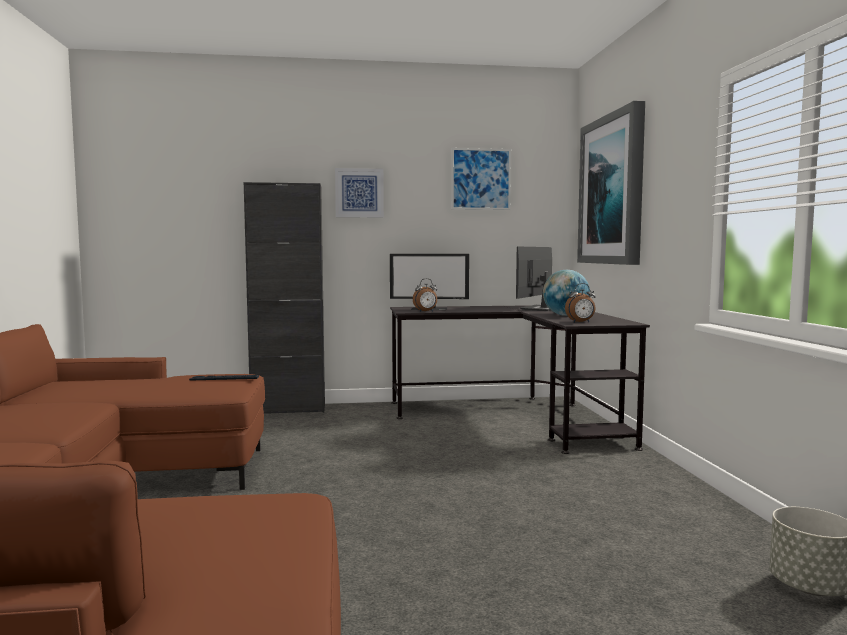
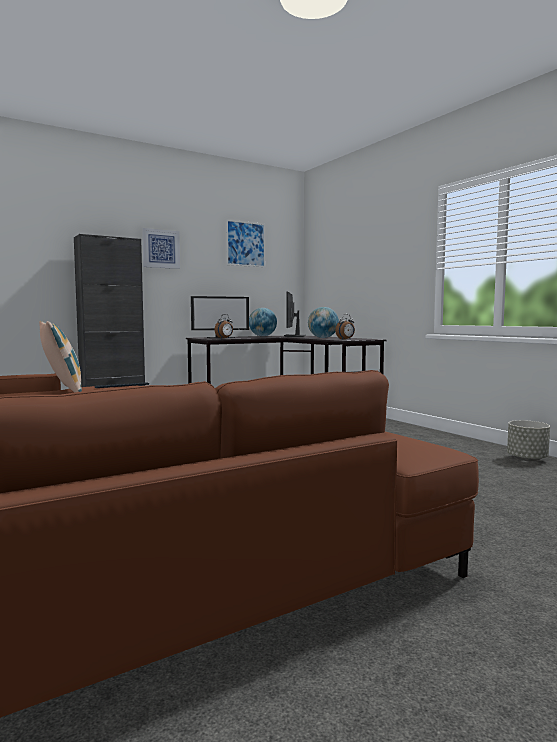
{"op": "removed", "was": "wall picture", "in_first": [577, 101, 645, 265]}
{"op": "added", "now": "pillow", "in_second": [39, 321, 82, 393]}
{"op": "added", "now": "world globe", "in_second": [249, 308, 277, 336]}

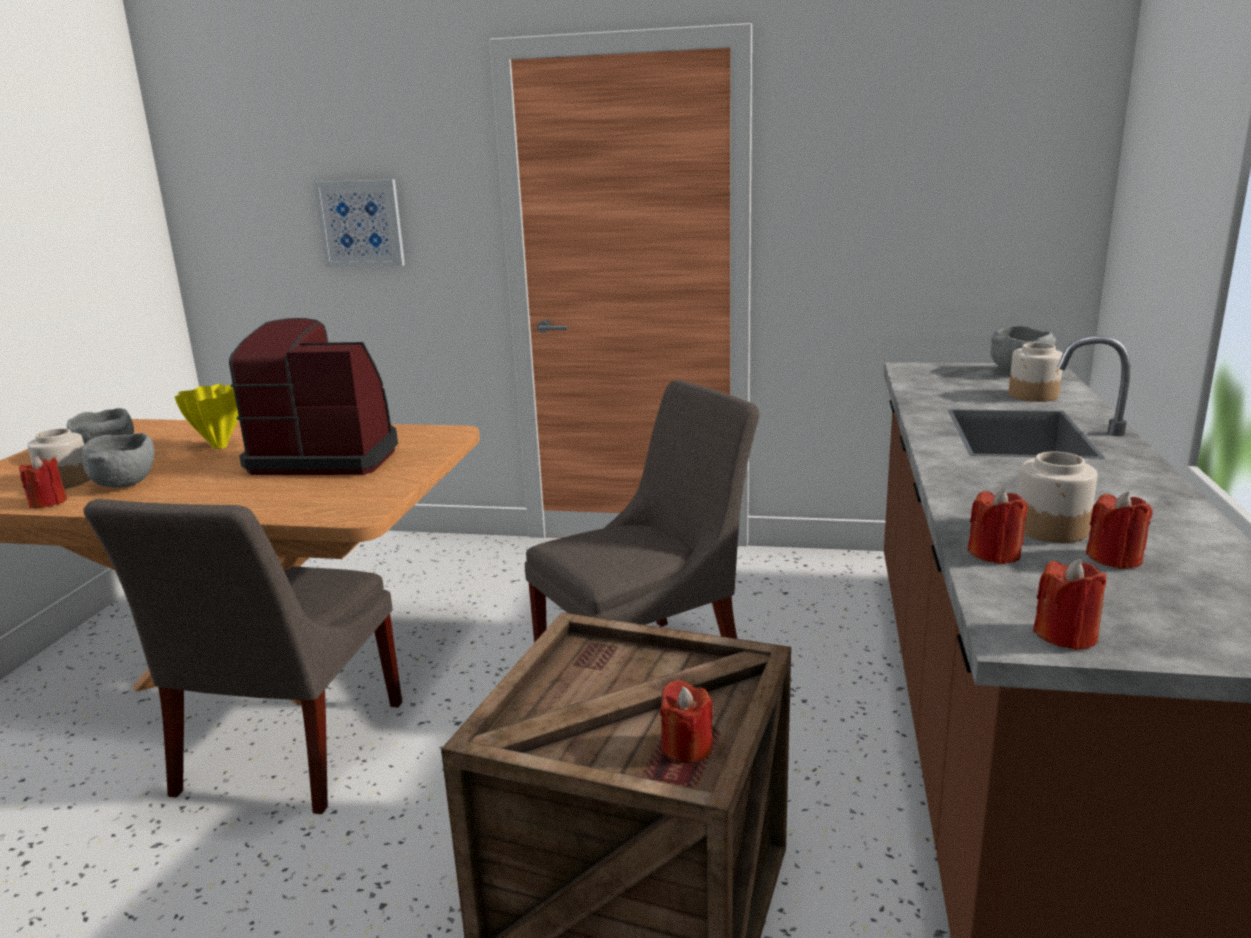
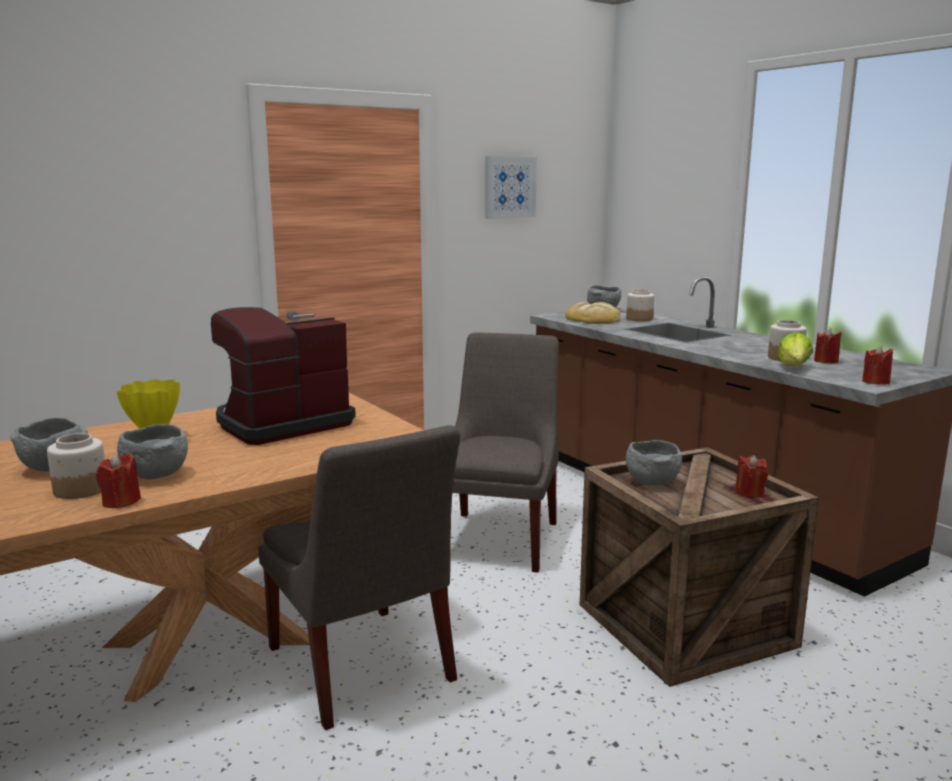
{"op": "added", "now": "bread", "in_second": [565, 302, 620, 324]}
{"op": "added", "now": "grey deep dish", "in_second": [626, 440, 682, 486]}
{"op": "moved", "was": "wall picture", "in_first": [314, 179, 405, 267], "in_second": [485, 156, 537, 219]}
{"op": "replaced", "was": "red-coloured wax light", "now": "lettuce head", "in_first": [967, 488, 1028, 564], "in_second": [777, 332, 813, 366]}

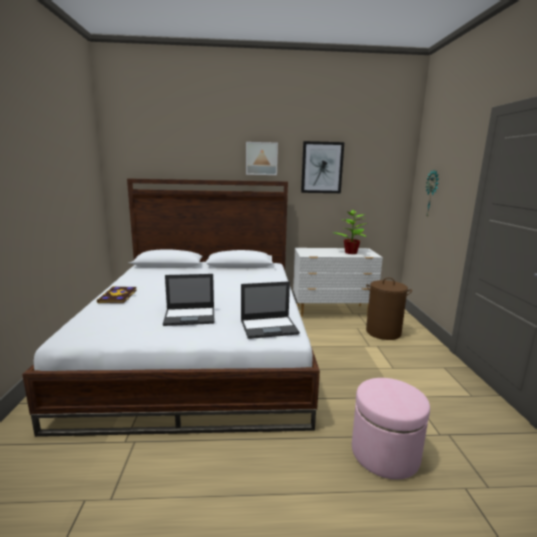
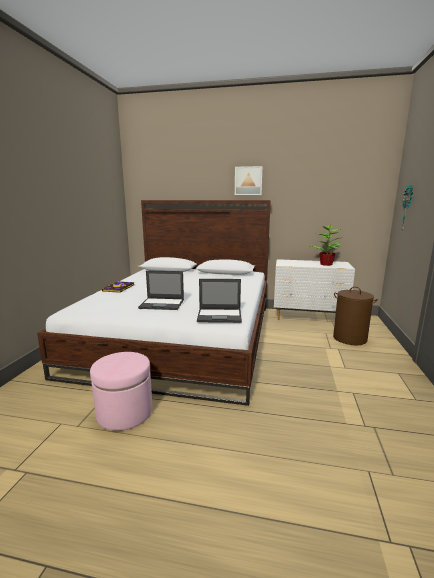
{"op": "removed", "was": "wall picture", "in_first": [301, 141, 344, 193]}
{"op": "moved", "was": "pink-coloured ottoman", "in_first": [352, 378, 430, 480], "in_second": [90, 352, 153, 431]}

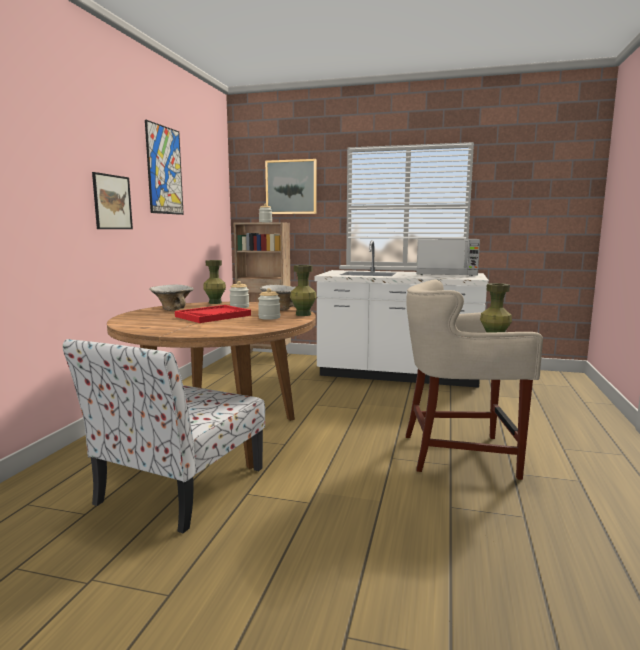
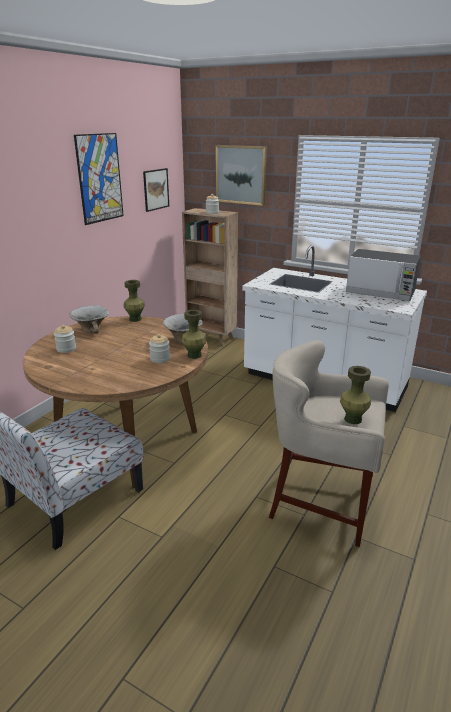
{"op": "removed", "was": "red-coloured serving tray", "in_first": [175, 305, 251, 323]}
{"op": "moved", "was": "wall picture", "in_first": [92, 172, 133, 229], "in_second": [143, 168, 169, 212]}
{"op": "moved", "was": "storage jar", "in_first": [229, 281, 249, 308], "in_second": [54, 325, 76, 353]}

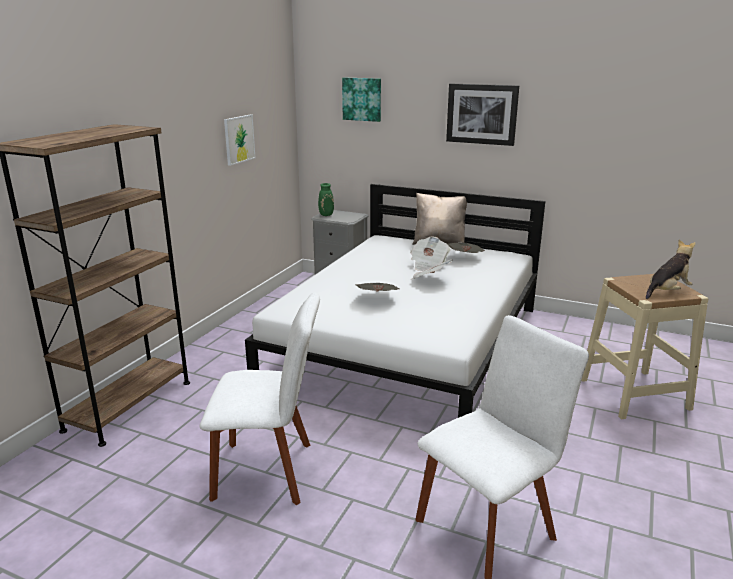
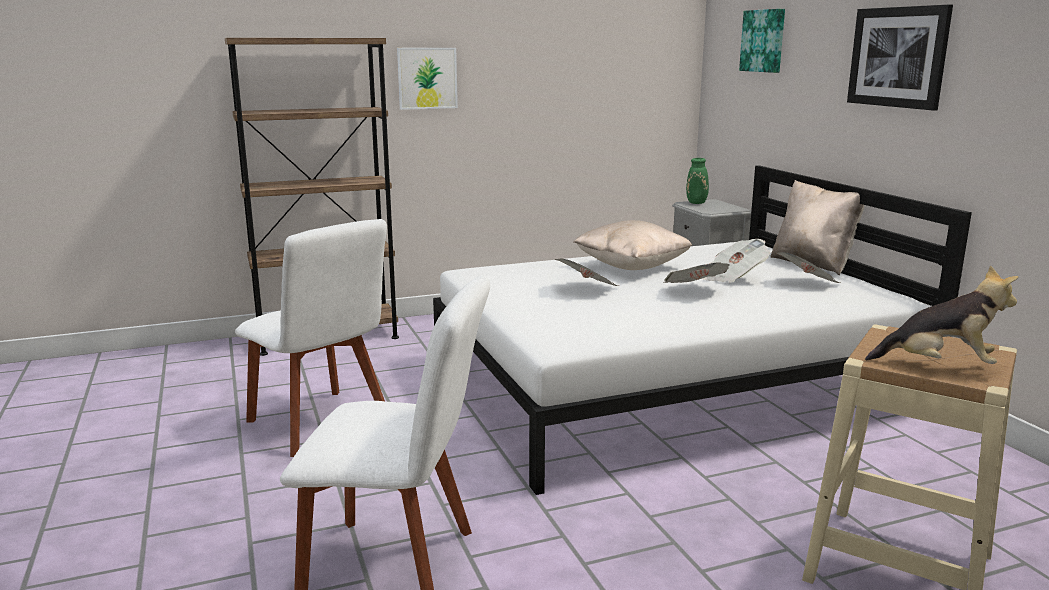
{"op": "added", "now": "beige pillow", "in_second": [573, 220, 692, 270]}
{"op": "moved", "was": "wall picture", "in_first": [224, 114, 255, 166], "in_second": [397, 48, 458, 110]}

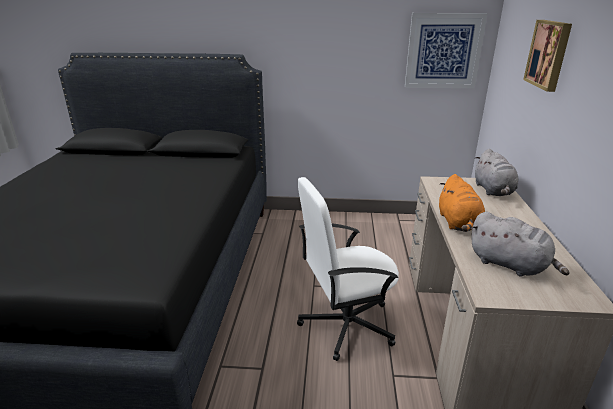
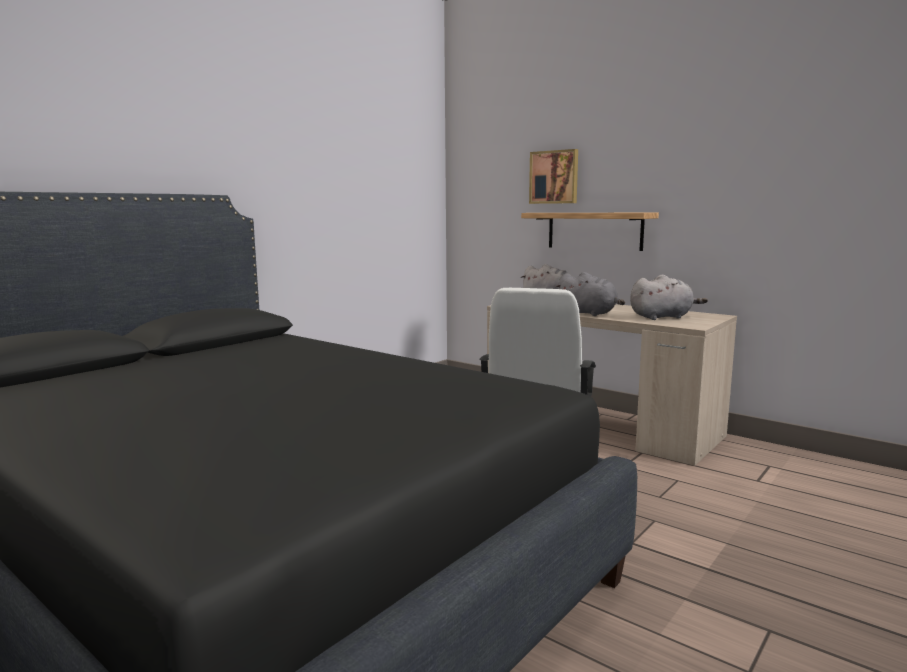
{"op": "removed", "was": "wall picture", "in_first": [405, 13, 488, 88]}
{"op": "added", "now": "wall shelf", "in_second": [521, 213, 659, 251]}
{"op": "recoloured", "was": "orange soft toy", "now": "grey soft toy", "in_first": [439, 174, 485, 232], "in_second": [555, 272, 625, 316]}

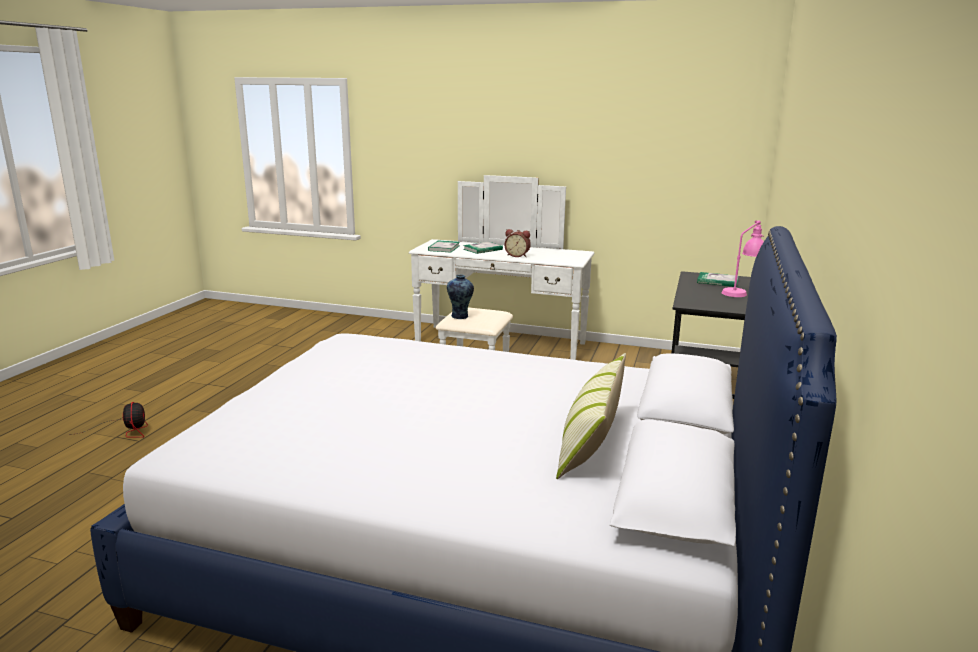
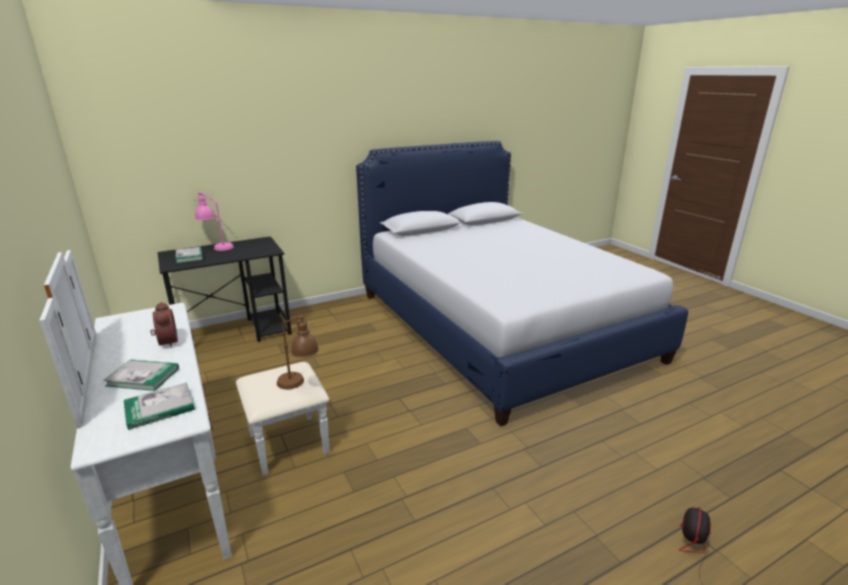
{"op": "removed", "was": "pillow", "in_first": [556, 353, 626, 479]}
{"op": "replaced", "was": "decorative vase", "now": "brownish lamp for a table", "in_first": [447, 274, 474, 319], "in_second": [277, 315, 319, 389]}

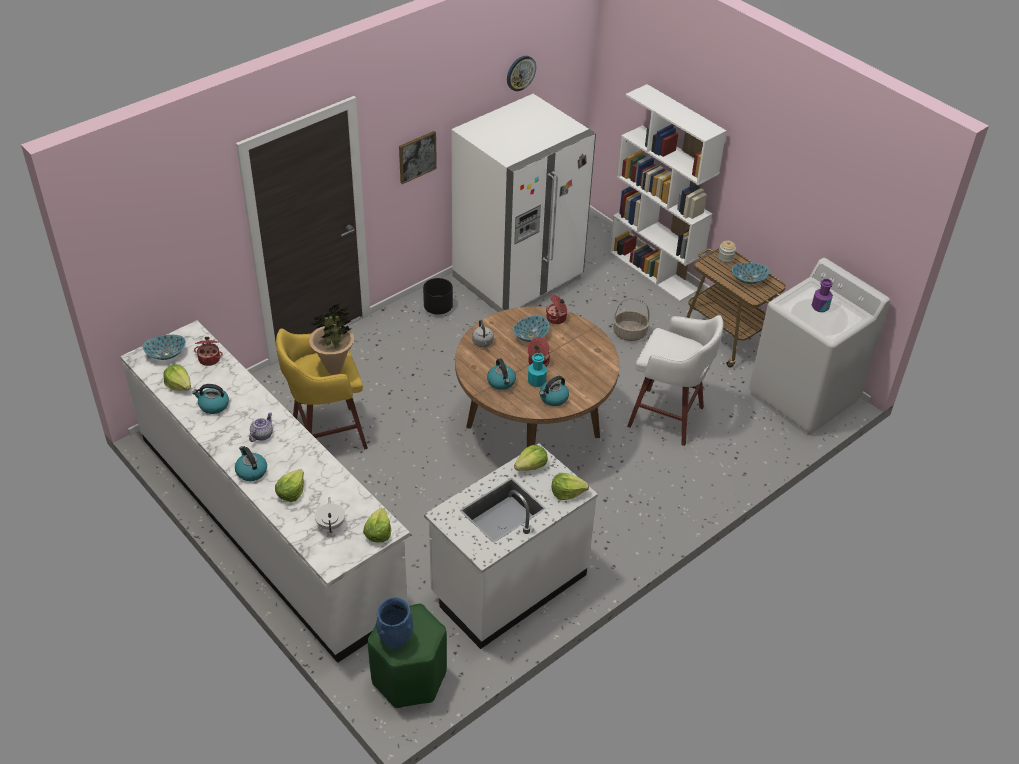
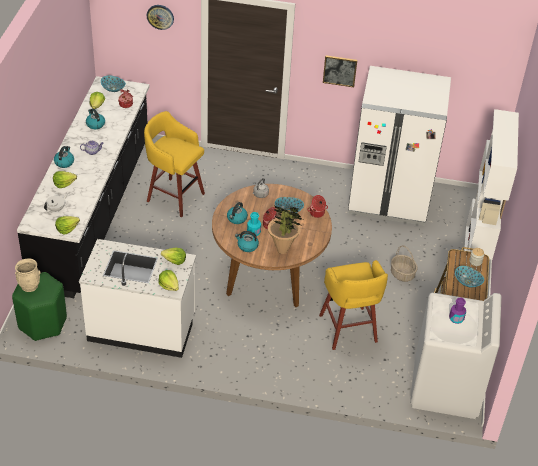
{"op": "removed", "was": "black-coloured flower pot", "in_first": [423, 278, 453, 315]}
{"op": "moved", "was": "plant in a pot", "in_first": [309, 303, 354, 375], "in_second": [268, 206, 303, 254]}
{"op": "moved", "was": "hanging clock", "in_first": [507, 56, 536, 91], "in_second": [147, 5, 174, 30]}
{"op": "recoloured", "was": "white-coloured kitchen counter", "now": "black-coloured kitchen counter", "in_first": [120, 320, 410, 663], "in_second": [17, 76, 149, 298]}
{"op": "recoloured", "was": "bluish decorative vase", "now": "beige decorative vase", "in_first": [376, 597, 413, 649], "in_second": [15, 258, 41, 292]}
{"op": "recoloured", "was": "white-coloured stool", "now": "yellowish stool", "in_first": [627, 315, 723, 446], "in_second": [319, 260, 388, 350]}

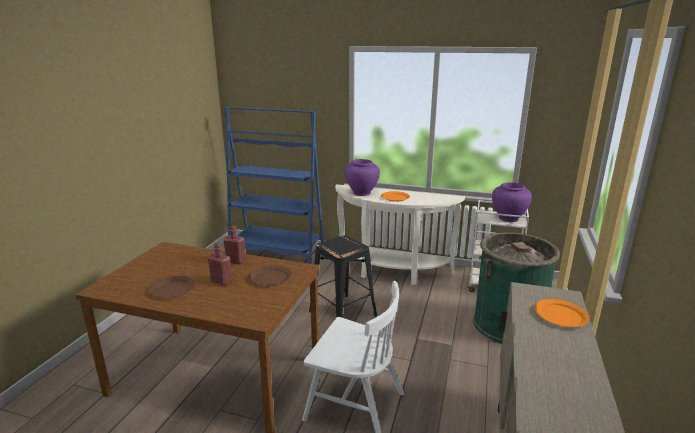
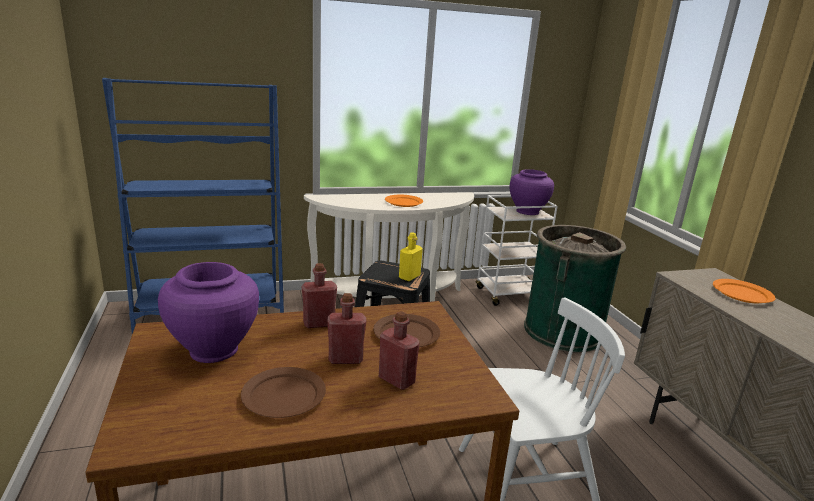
{"op": "added", "now": "red-coloured beverage bottle", "in_second": [379, 311, 420, 390]}
{"op": "added", "now": "yellowish beverage bottle", "in_second": [399, 232, 423, 281]}
{"op": "moved", "was": "purple-coloured decorative vase", "in_first": [345, 159, 380, 196], "in_second": [158, 262, 259, 363]}

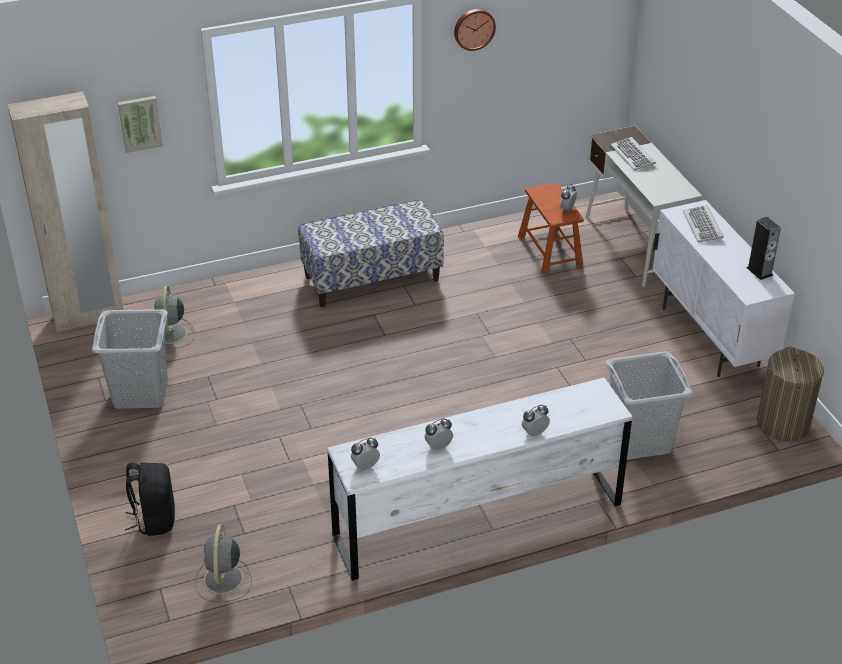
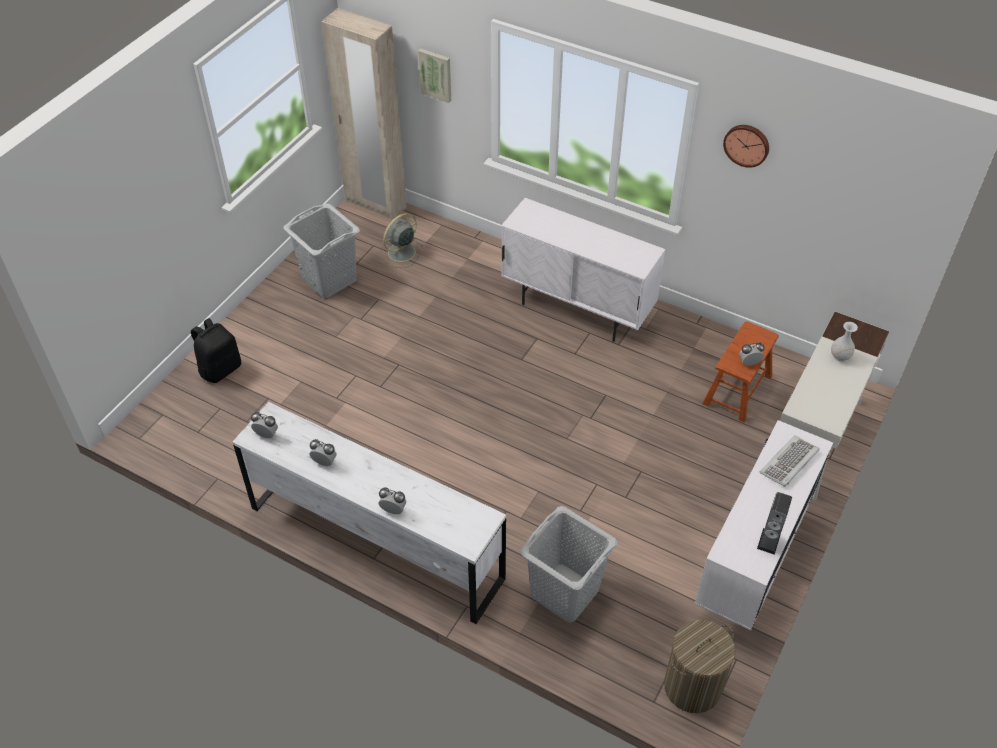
{"op": "removed", "was": "grey cooling fan", "in_first": [195, 524, 252, 602]}
{"op": "replaced", "was": "bench", "now": "white-coloured cabinet", "in_first": [298, 200, 444, 307], "in_second": [501, 198, 666, 342]}
{"op": "replaced", "was": "computer keyboard", "now": "white-coloured decorative vase", "in_first": [611, 137, 656, 171], "in_second": [831, 322, 858, 362]}

